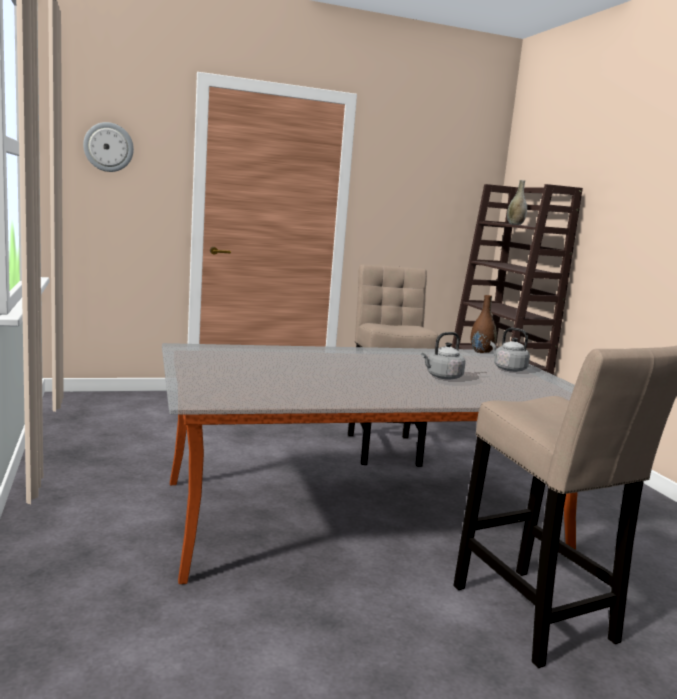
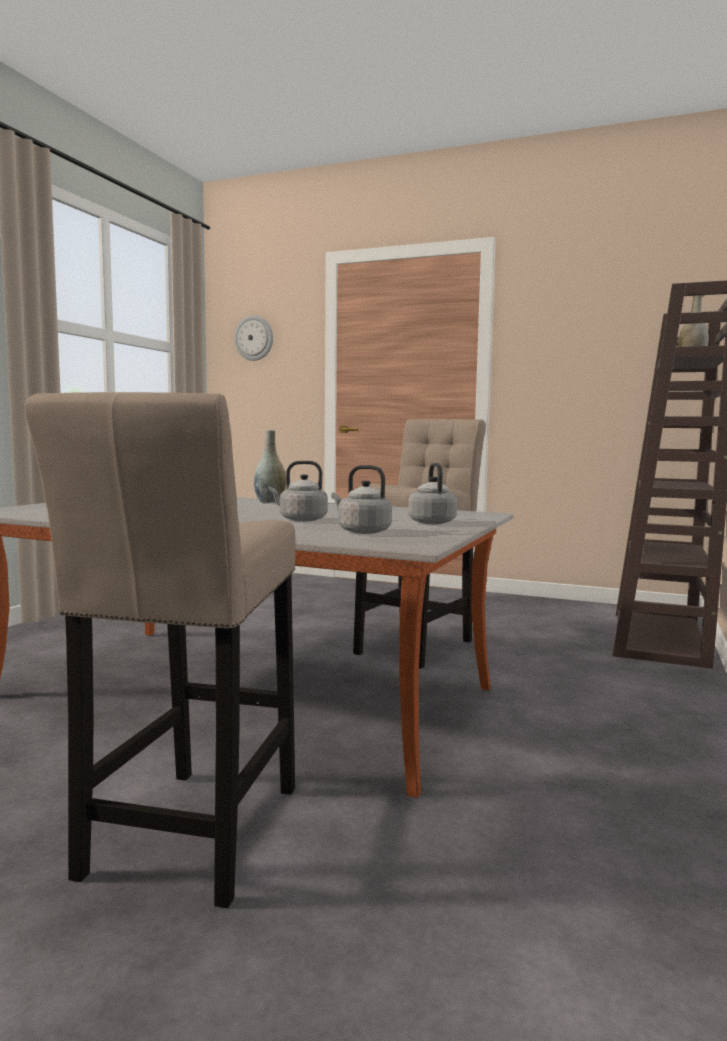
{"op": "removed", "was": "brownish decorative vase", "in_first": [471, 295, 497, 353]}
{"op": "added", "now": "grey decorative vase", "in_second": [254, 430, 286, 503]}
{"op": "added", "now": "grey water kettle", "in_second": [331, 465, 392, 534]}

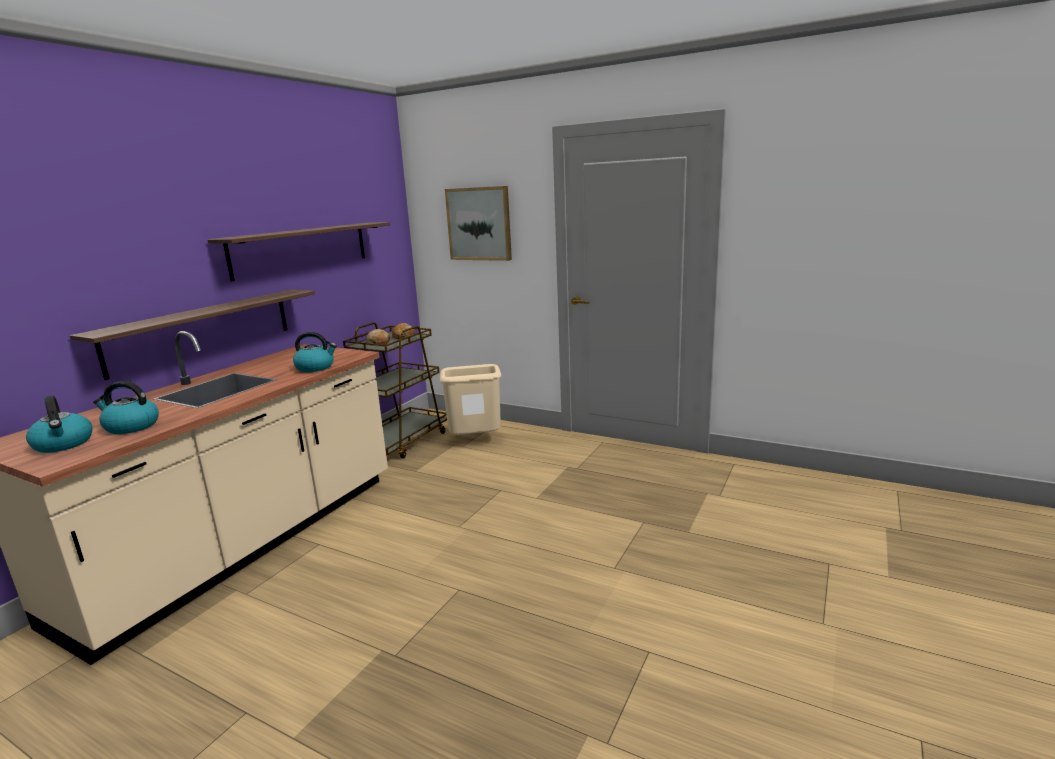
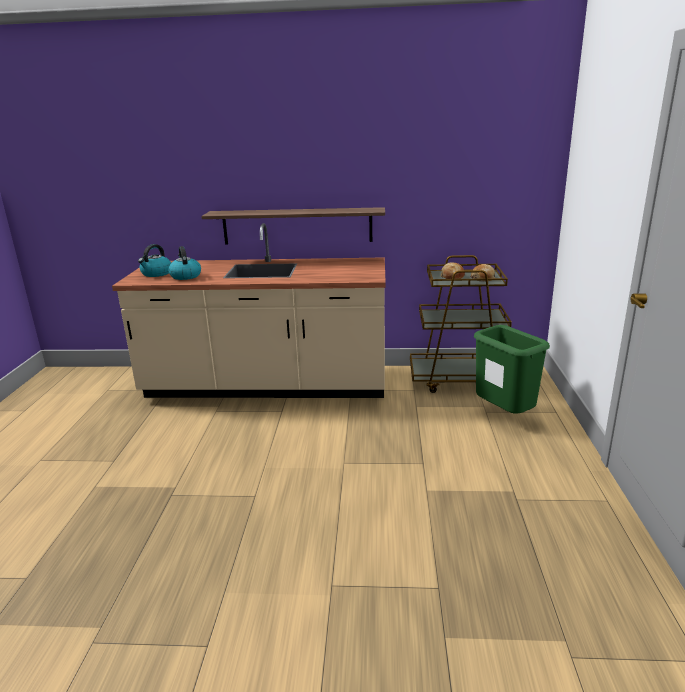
{"op": "removed", "was": "wall shelf", "in_first": [207, 222, 391, 281]}
{"op": "removed", "was": "water kettle", "in_first": [293, 332, 337, 372]}
{"op": "removed", "was": "wall picture", "in_first": [445, 186, 512, 261]}
{"op": "recoloured", "was": "beige waste bin", "now": "green waste bin", "in_first": [440, 364, 501, 435], "in_second": [474, 325, 550, 414]}

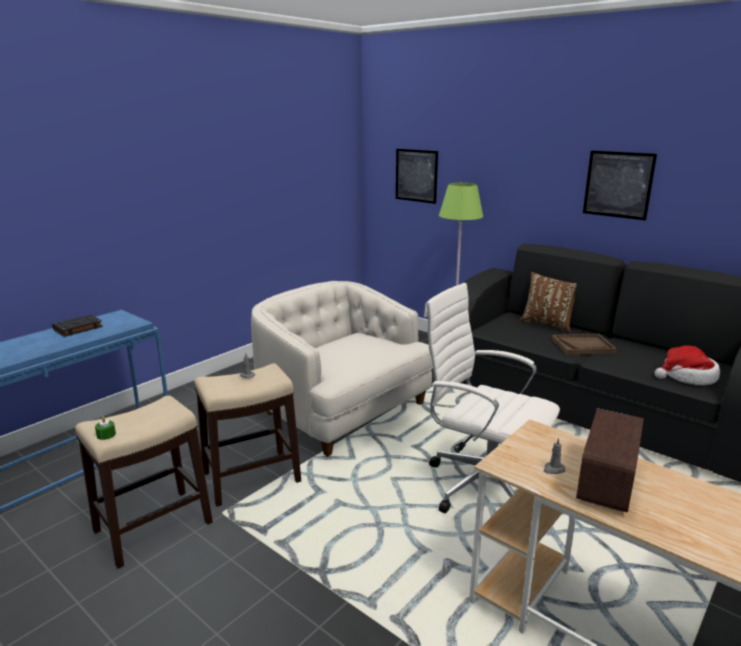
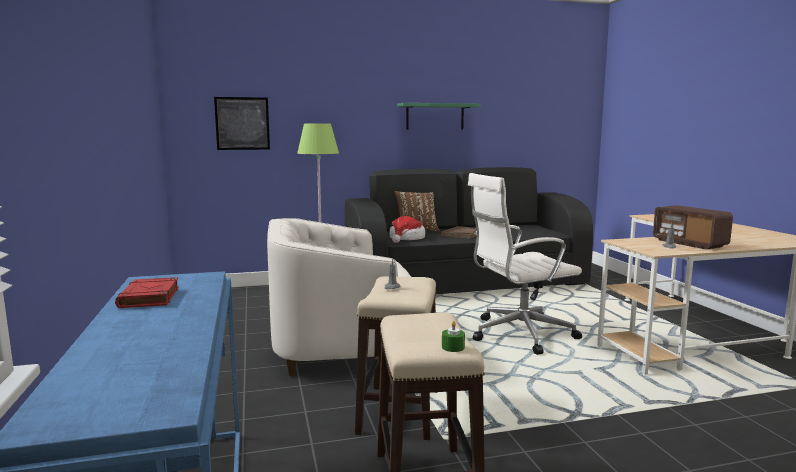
{"op": "moved", "was": "clothing hat", "in_first": [655, 345, 720, 385], "in_second": [389, 216, 425, 243]}
{"op": "replaced", "was": "wall picture", "now": "green wall shelf", "in_first": [583, 151, 657, 220], "in_second": [397, 103, 481, 130]}
{"op": "recoloured", "was": "black-coloured bound book", "now": "red-coloured bound book", "in_first": [52, 315, 103, 337], "in_second": [115, 277, 179, 308]}

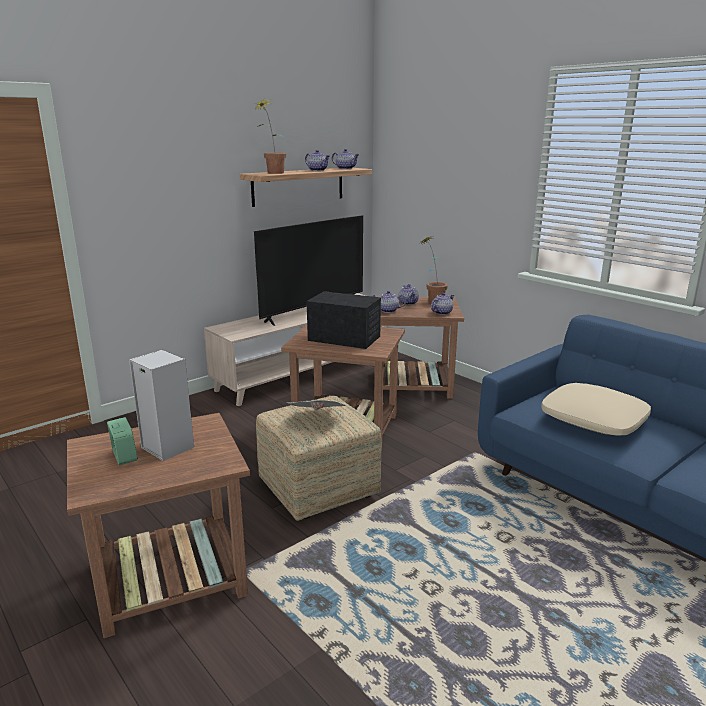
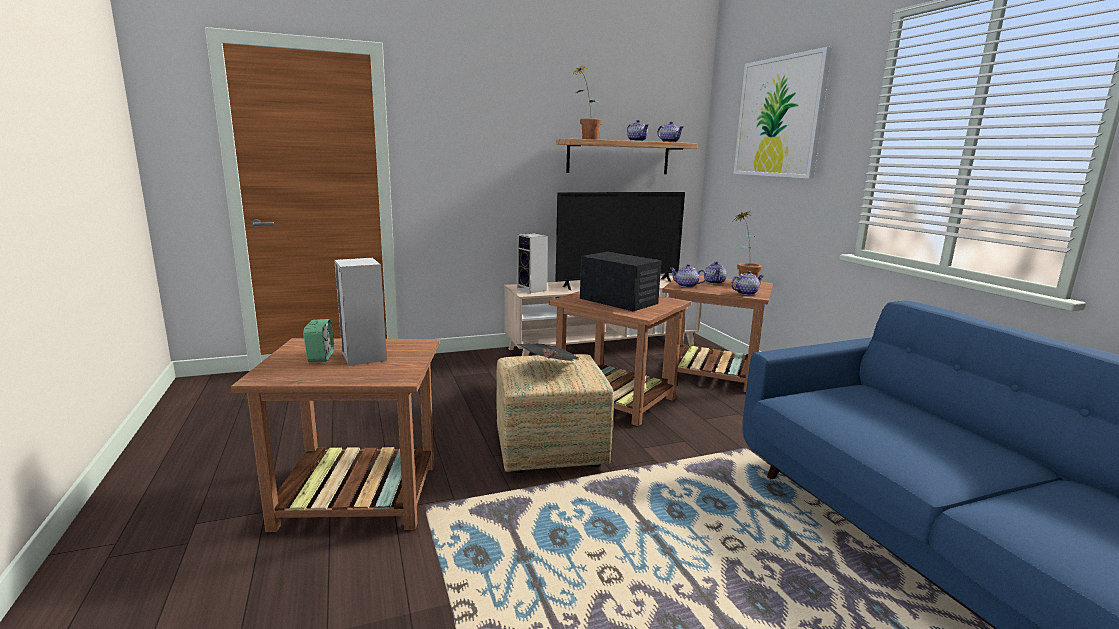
{"op": "removed", "was": "beige pillow", "in_first": [541, 383, 651, 436]}
{"op": "added", "now": "speaker", "in_second": [517, 233, 548, 293]}
{"op": "added", "now": "wall picture", "in_second": [734, 47, 832, 179]}

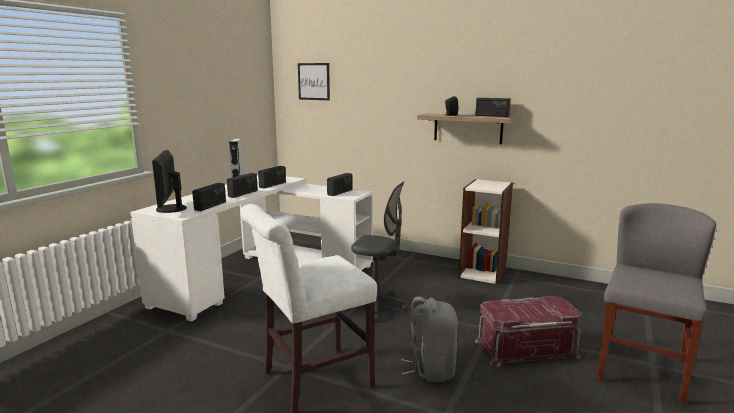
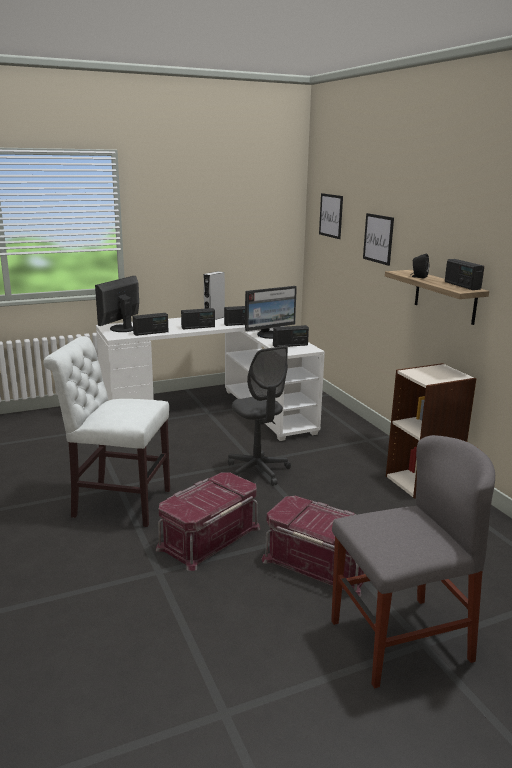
{"op": "added", "now": "computer screen", "in_second": [245, 286, 297, 339]}
{"op": "added", "now": "wall picture", "in_second": [363, 213, 394, 266]}
{"op": "replaced", "was": "grey rucksack", "now": "red-coloured storage bin", "in_first": [401, 296, 458, 382], "in_second": [156, 472, 260, 571]}

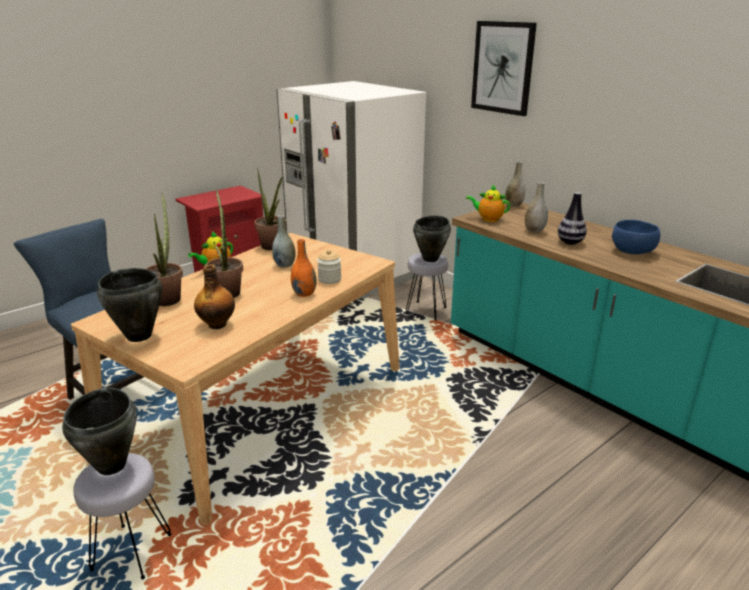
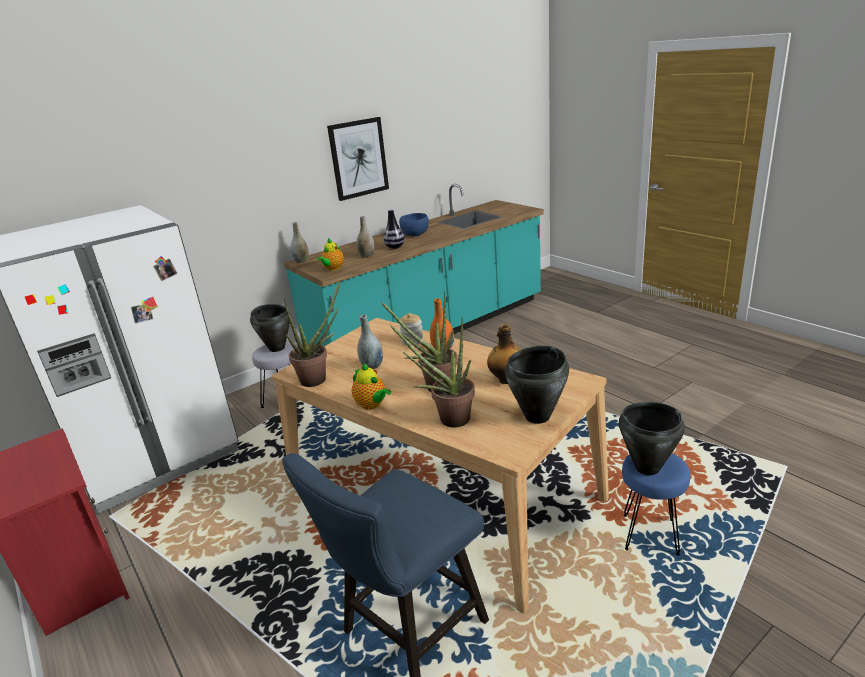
{"op": "moved", "was": "wall picture", "in_first": [471, 21, 537, 116], "in_second": [327, 117, 389, 201]}
{"op": "recoloured", "was": "grey stool", "now": "bluish stool", "in_first": [73, 453, 171, 579], "in_second": [622, 453, 690, 556]}

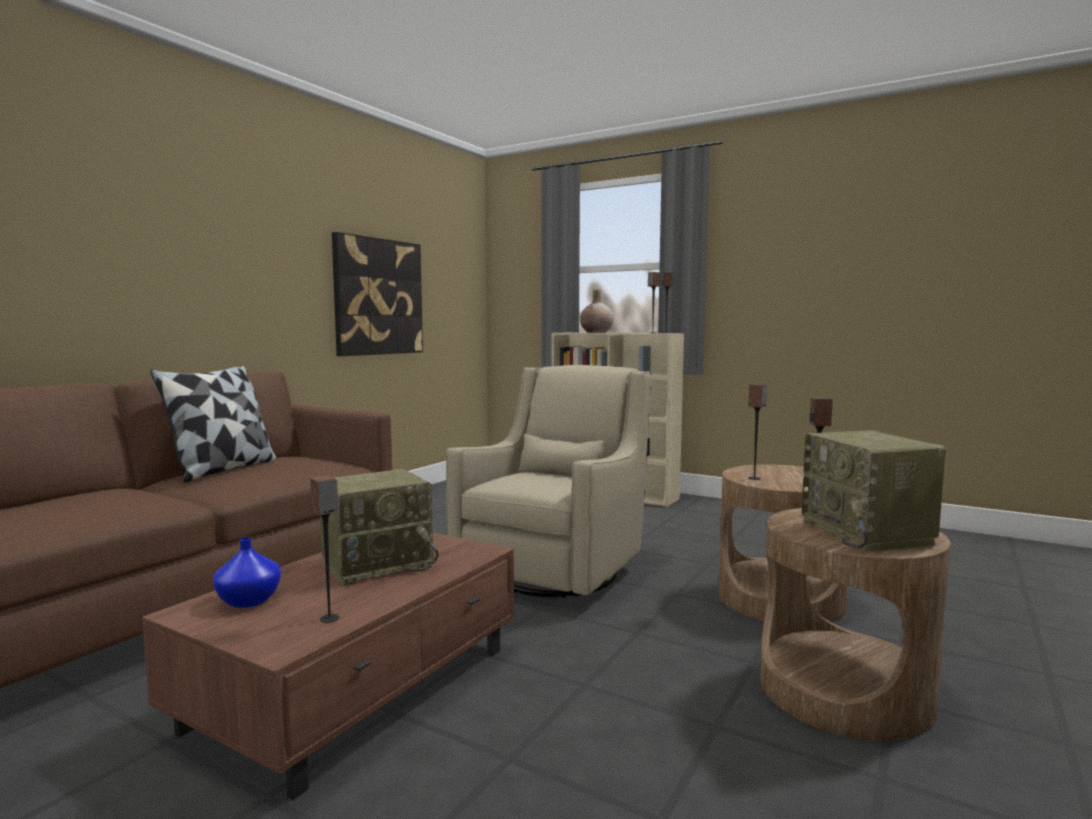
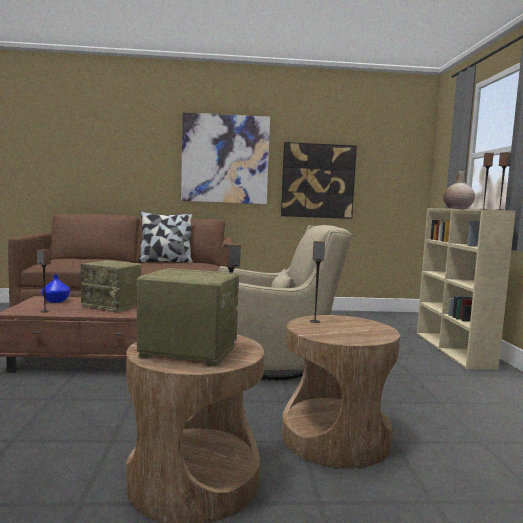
{"op": "added", "now": "wall picture", "in_second": [181, 112, 270, 204]}
{"op": "turned", "was": "radio receiver", "in_first": [801, 430, 946, 552], "in_second": [136, 268, 239, 367], "clockwise": 60}

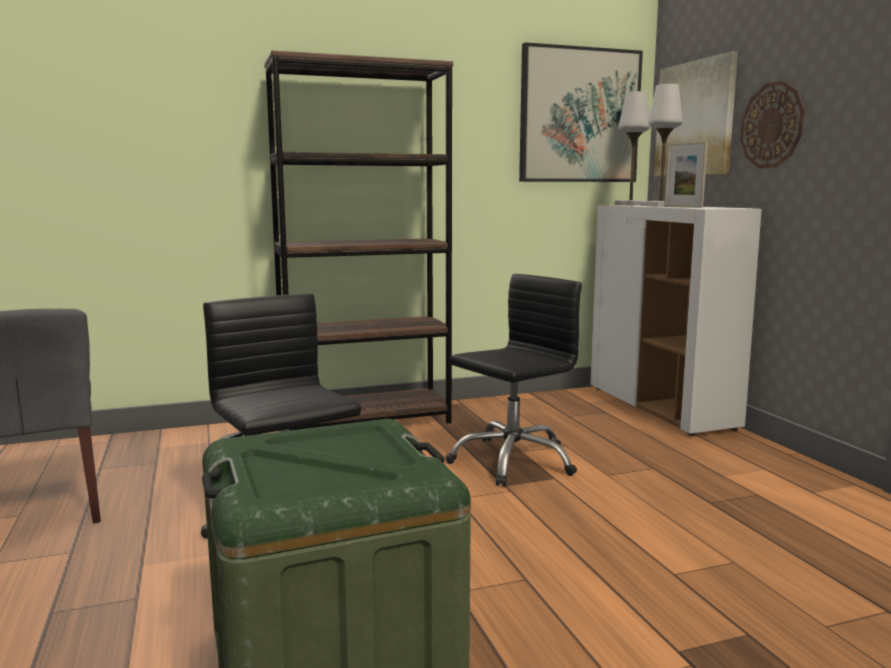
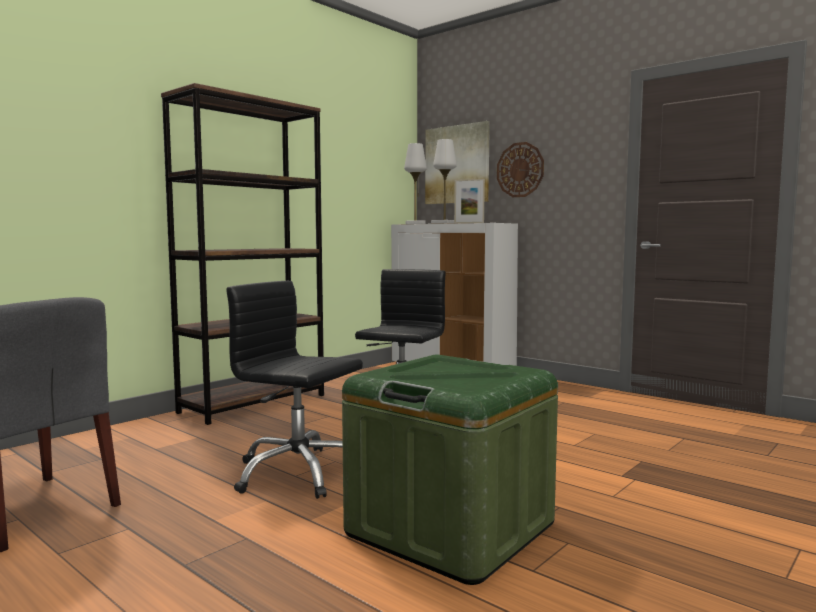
{"op": "removed", "was": "wall picture", "in_first": [519, 42, 643, 182]}

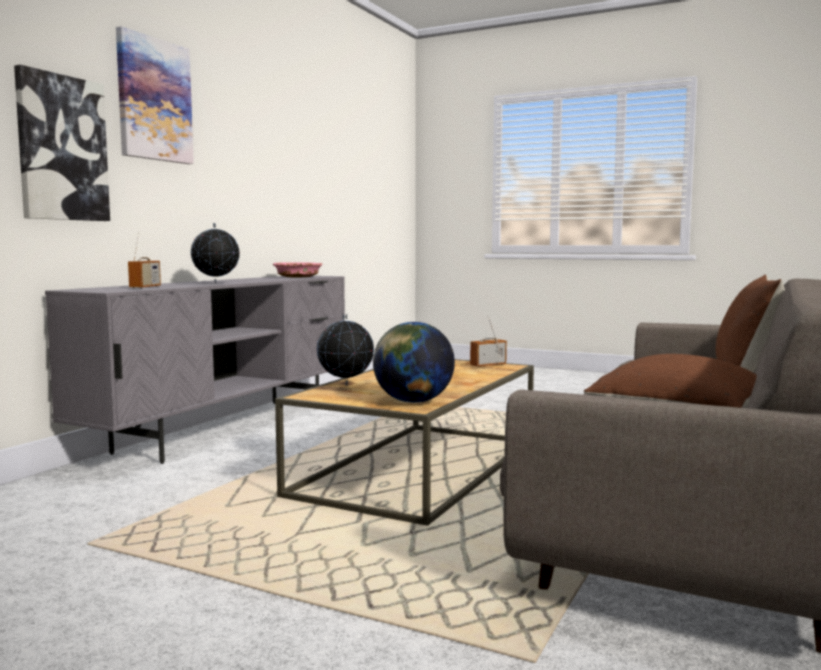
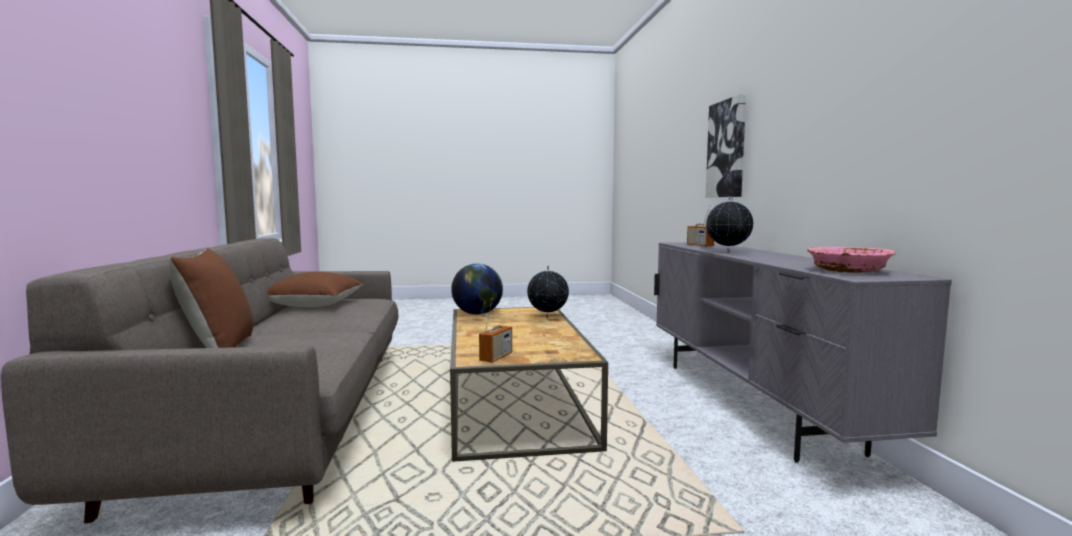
{"op": "removed", "was": "wall picture", "in_first": [116, 26, 194, 164]}

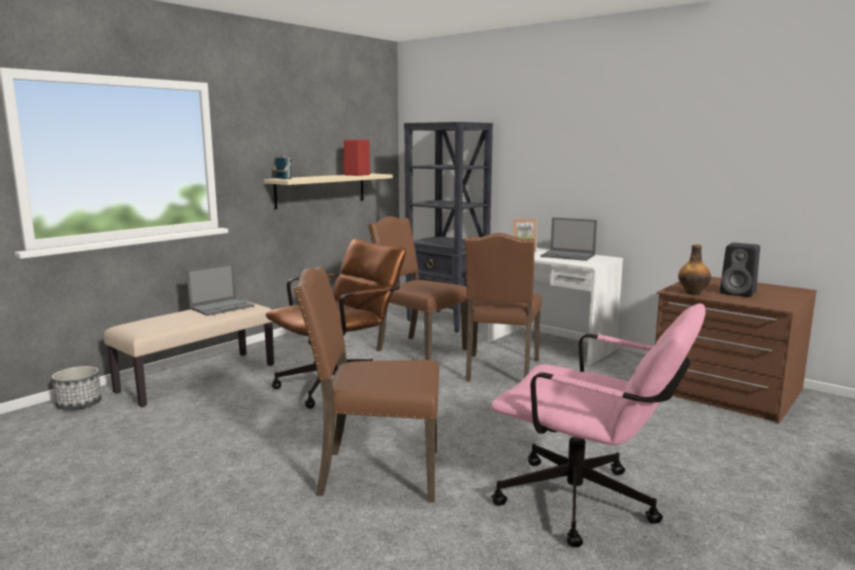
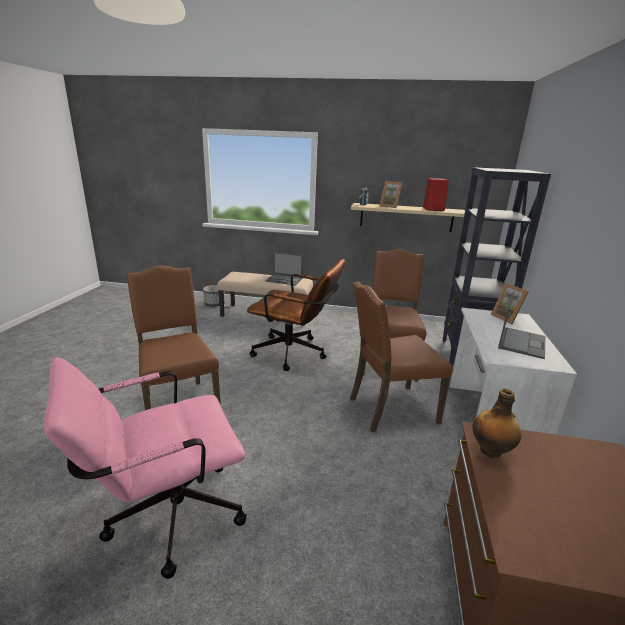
{"op": "removed", "was": "black-coloured speaker", "in_first": [720, 243, 760, 297]}
{"op": "added", "now": "photo frame", "in_second": [379, 181, 402, 208]}
{"op": "turned", "was": "pink-coloured computer chair", "in_first": [491, 303, 705, 547], "in_second": [44, 357, 247, 579], "clockwise": 60}
{"op": "turned", "was": "notebook computer", "in_first": [541, 217, 597, 261], "in_second": [498, 292, 545, 359], "clockwise": -150}

